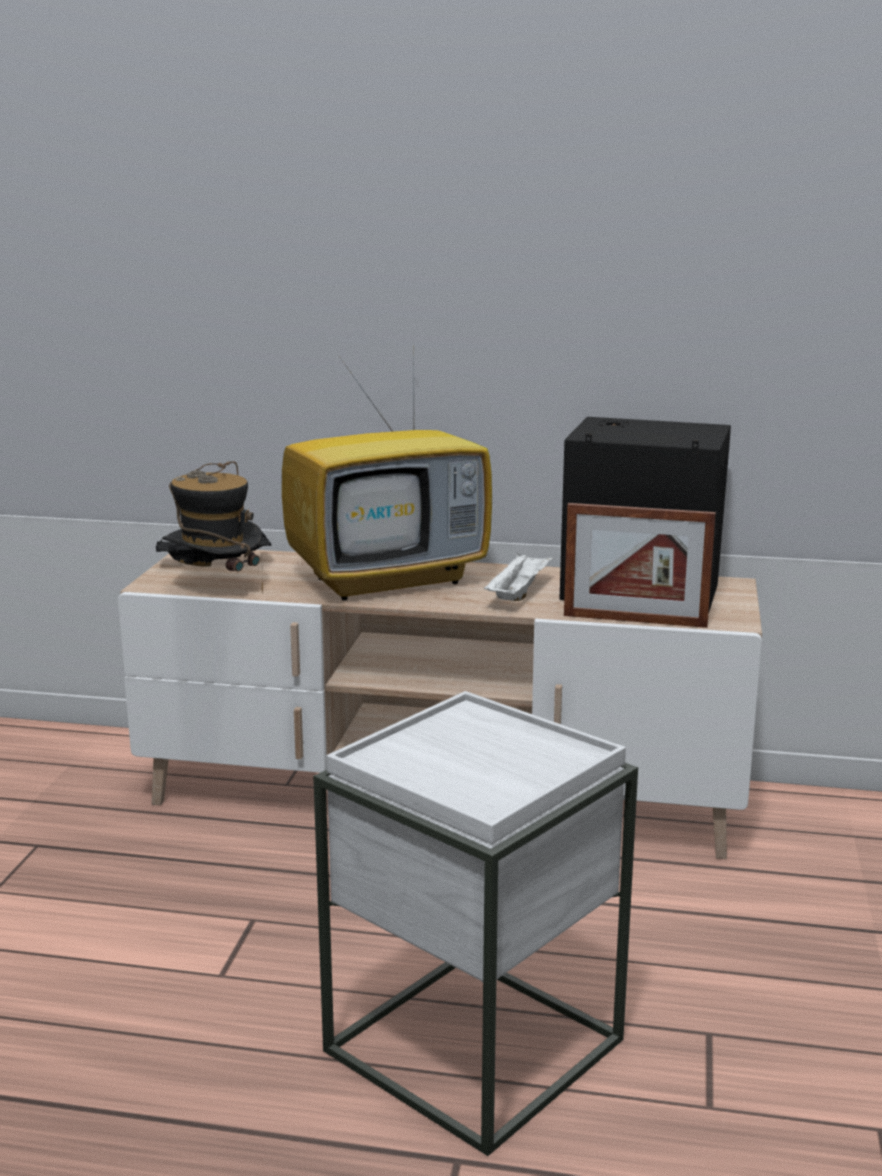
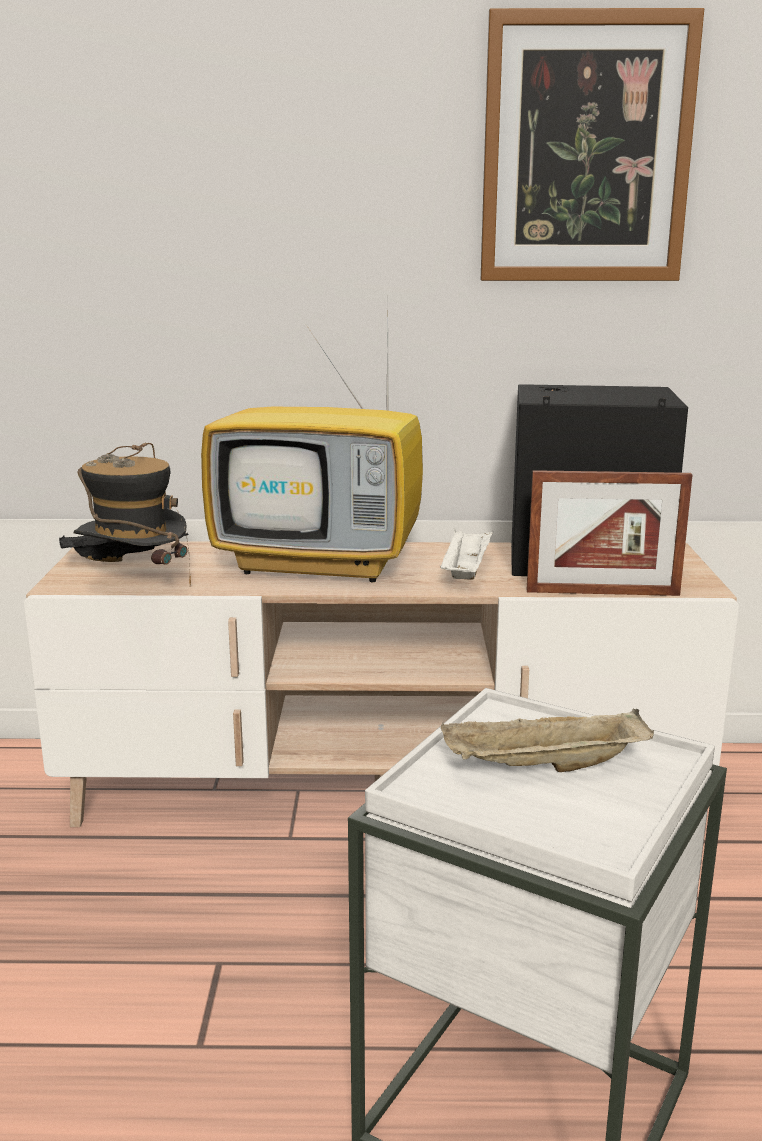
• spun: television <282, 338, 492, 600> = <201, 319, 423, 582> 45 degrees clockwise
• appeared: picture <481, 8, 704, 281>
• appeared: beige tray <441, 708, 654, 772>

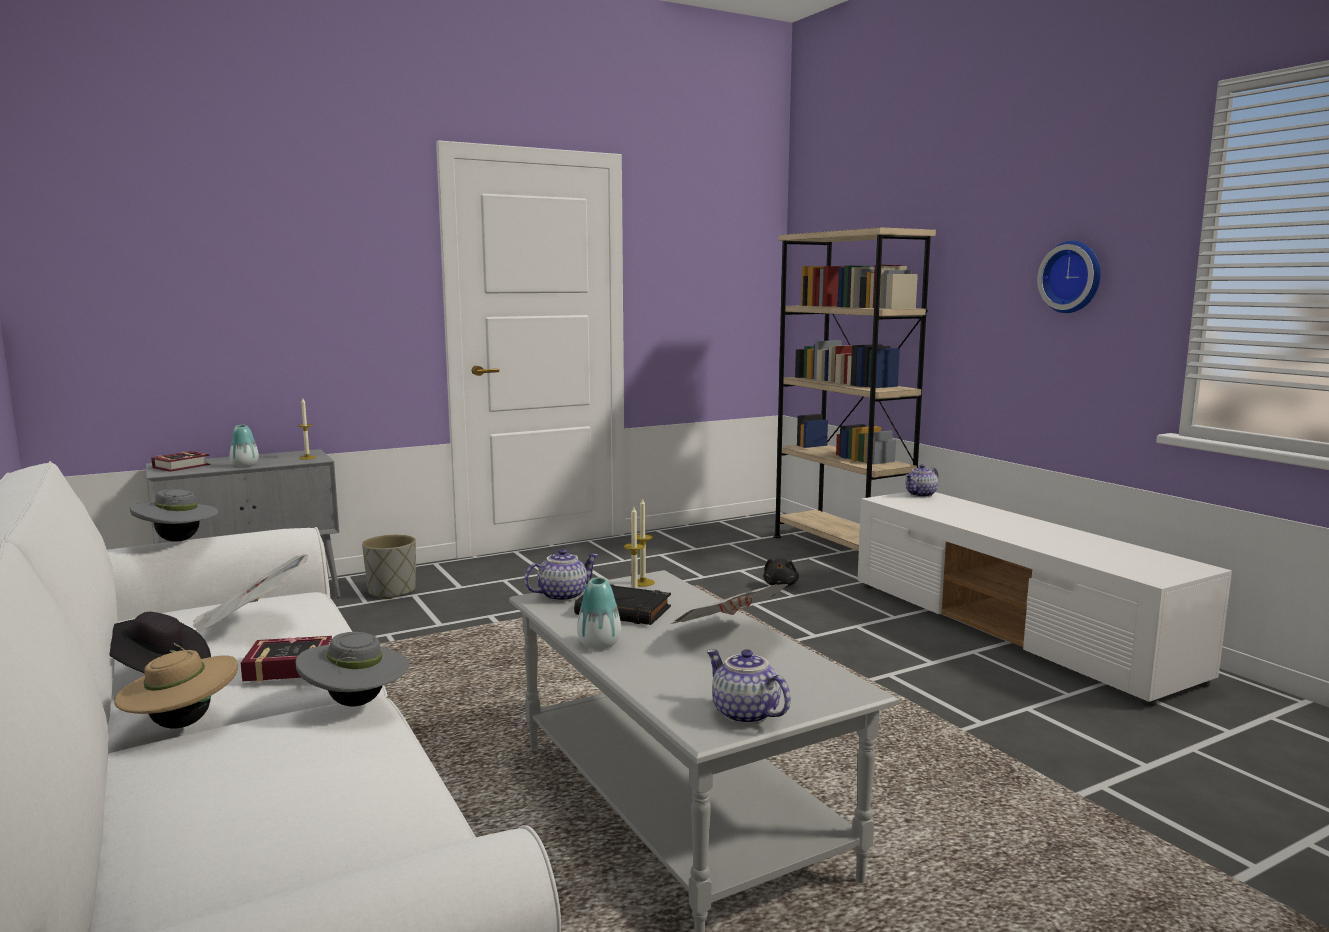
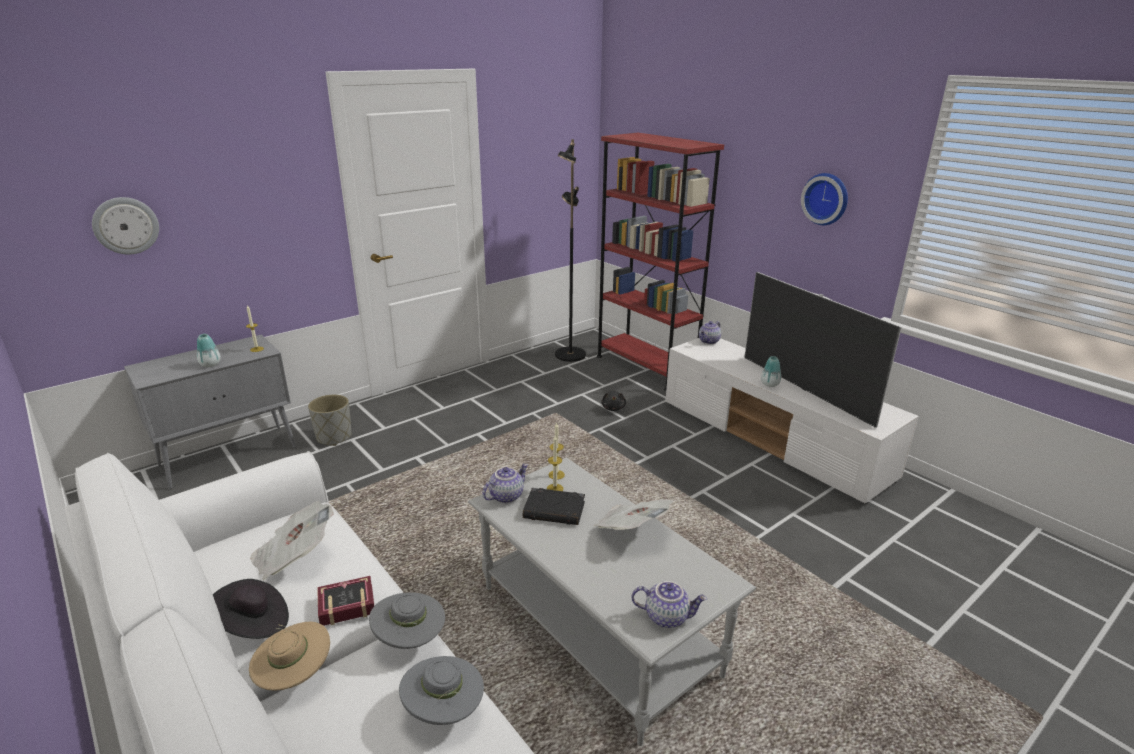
• colour: beige bookcase <774, 227, 936, 551> to red bookcase <597, 133, 724, 391>
• missing: book <151, 451, 210, 472>
• relocated: grey hat <130, 489, 219, 542> to <399, 656, 484, 725>
• relocated: vase <577, 577, 621, 649> to <761, 356, 781, 387>
• spun: teapot <707, 649, 791, 724> = <632, 581, 707, 628> 150 degrees clockwise
• appeared: black floor lamp <555, 139, 586, 362>
• appeared: wall clock <92, 197, 159, 254>
• appeared: television <744, 272, 902, 428>

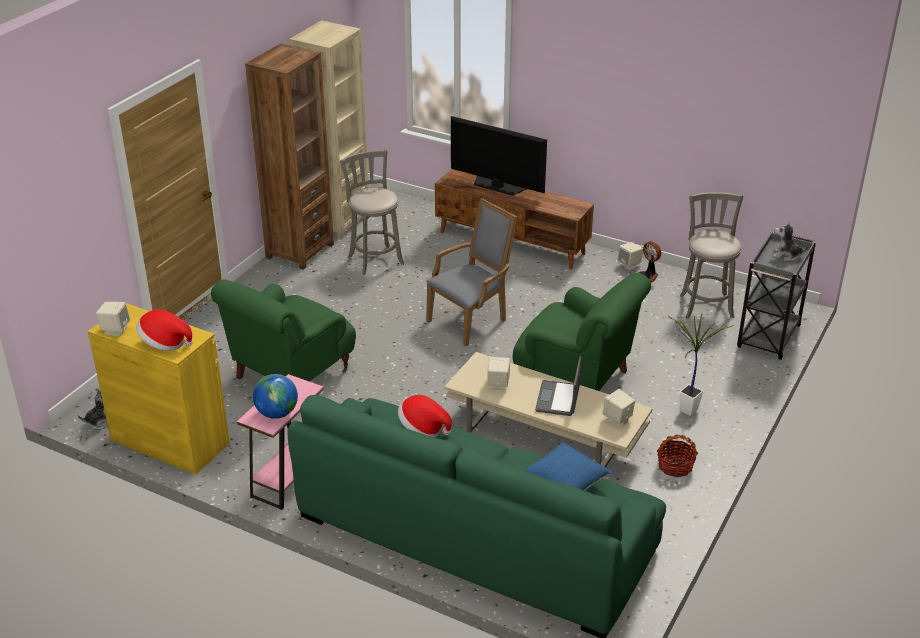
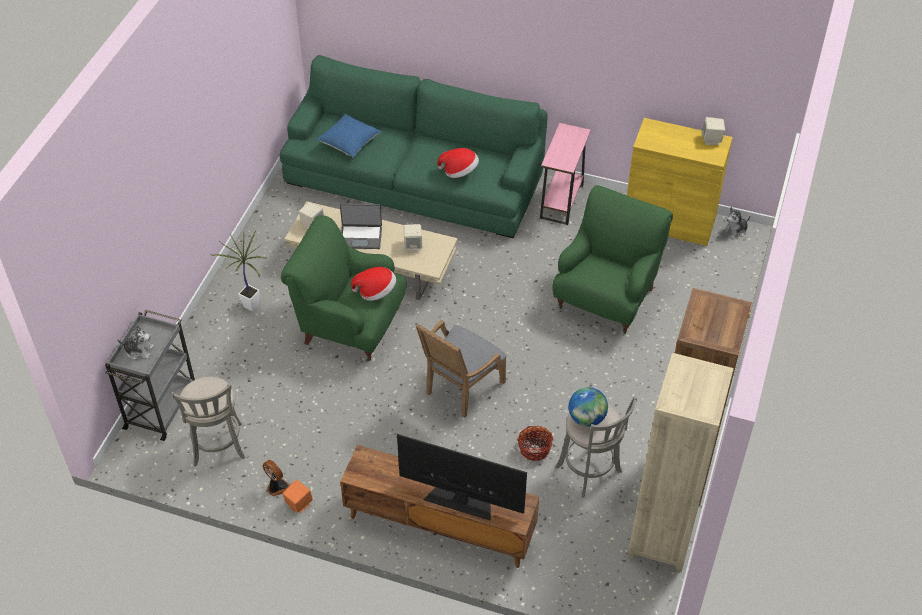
• colour: beige speaker <617, 242, 643, 270> to orange speaker <283, 479, 313, 513>
• relocated: hat <136, 309, 193, 351> to <351, 267, 396, 301>
• spun: laptop <535, 356, 582, 416> = <340, 203, 382, 249> 90 degrees clockwise
• relocated: globe <253, 374, 298, 419> to <569, 387, 608, 427>
• relocated: basket <657, 434, 698, 477> to <517, 426, 553, 461>

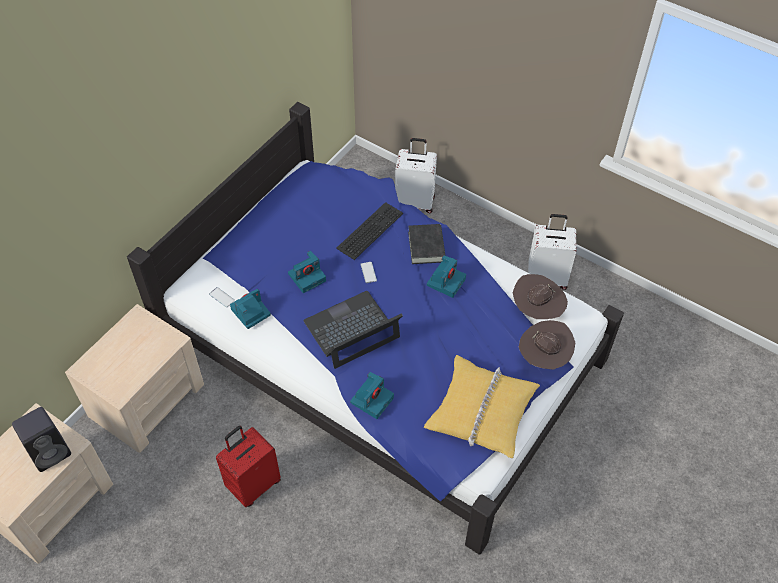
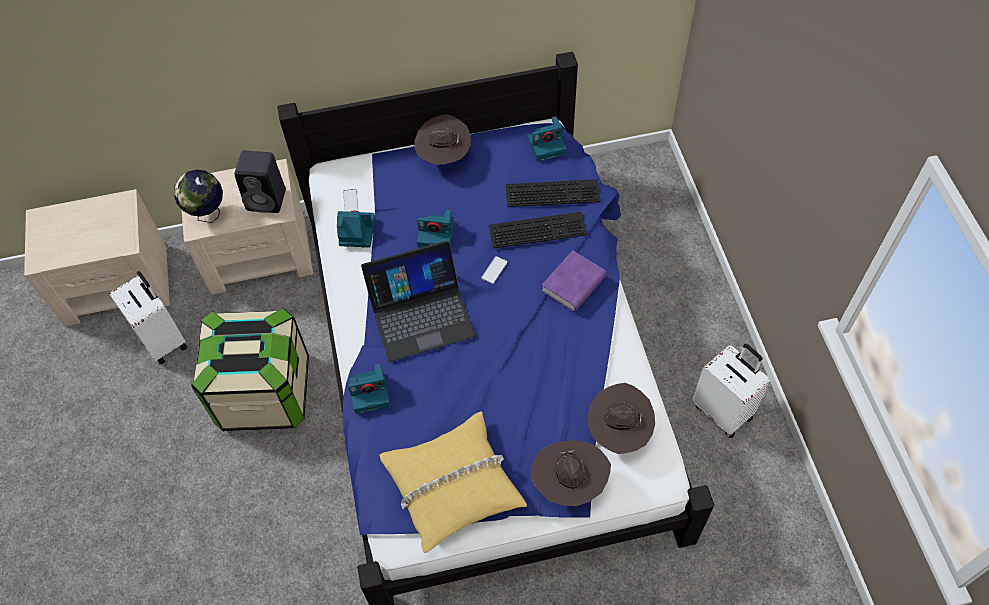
• relocated: white suitcase <395, 138, 437, 213> to <109, 271, 187, 365>
• colour: black book <408, 224, 446, 264> to purple book <542, 250, 606, 312>
• relocated: photo camera <427, 255, 466, 298> to <527, 116, 566, 162>
• spun: laptop <303, 291, 403, 369> = <361, 241, 475, 362> 150 degrees clockwise
• relocated: black speaker <12, 407, 71, 472> to <234, 151, 286, 213>
• exchanged: red suitcase <216, 426, 281, 507> to storage box <191, 308, 309, 431>
• appeared: brown hat <414, 114, 471, 165>
• appeared: globe <174, 170, 223, 223>
• appeared: keyboard <506, 179, 601, 207>

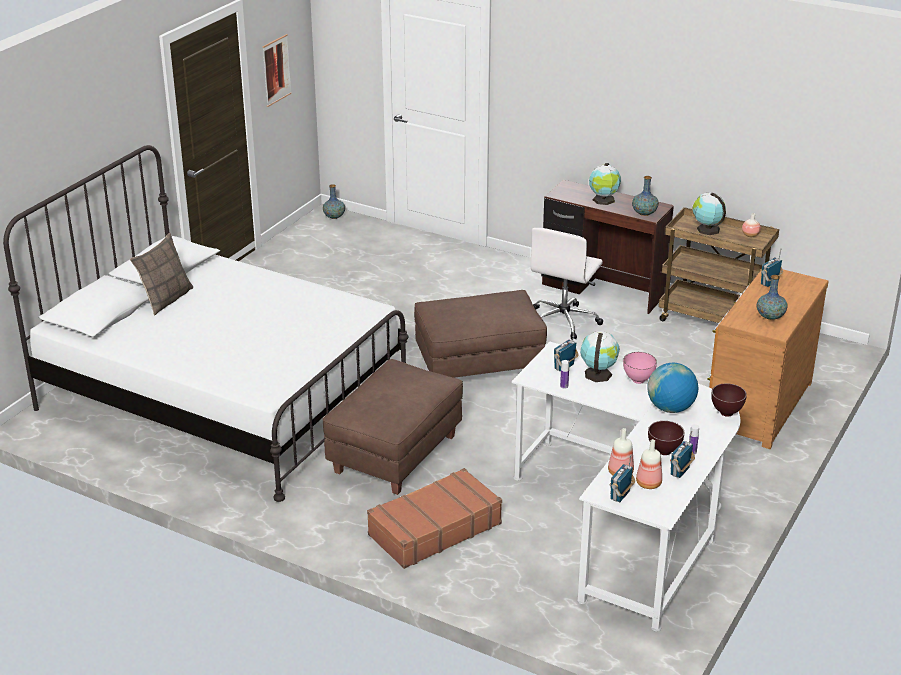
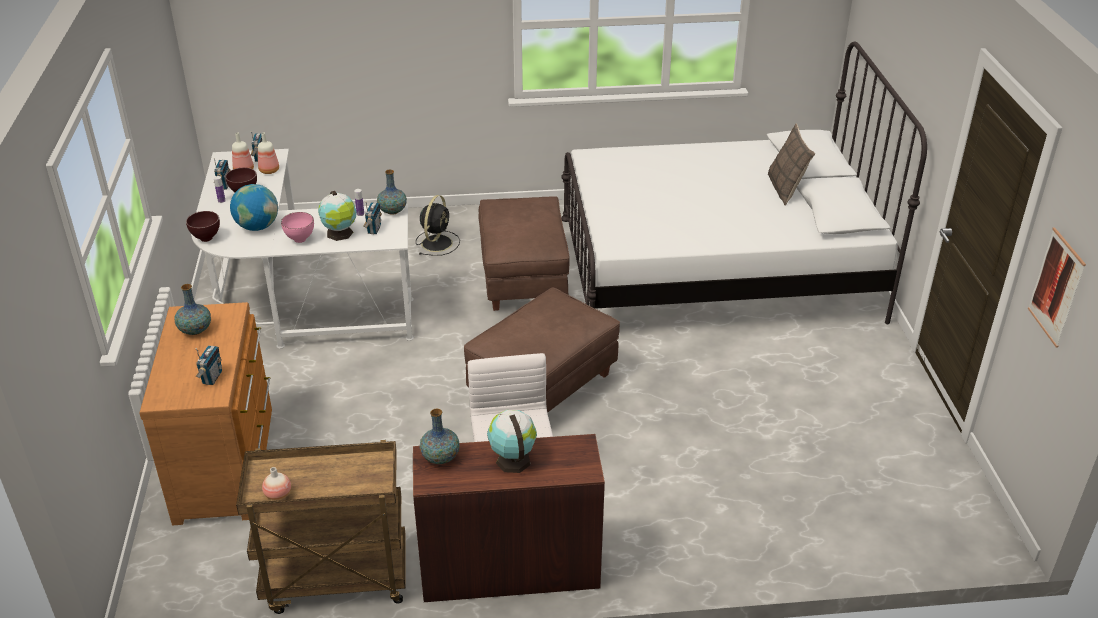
• relocated: vase <323, 184, 345, 219> to <377, 170, 407, 215>
• missing: globe <692, 192, 726, 235>
• exchanged: brown suitcase <367, 468, 502, 569> to black fan <416, 195, 460, 256>

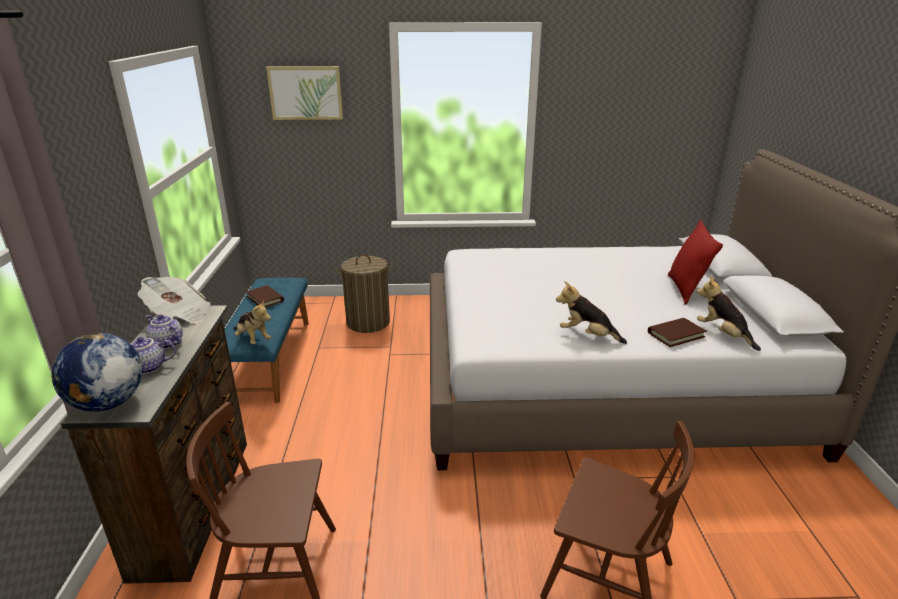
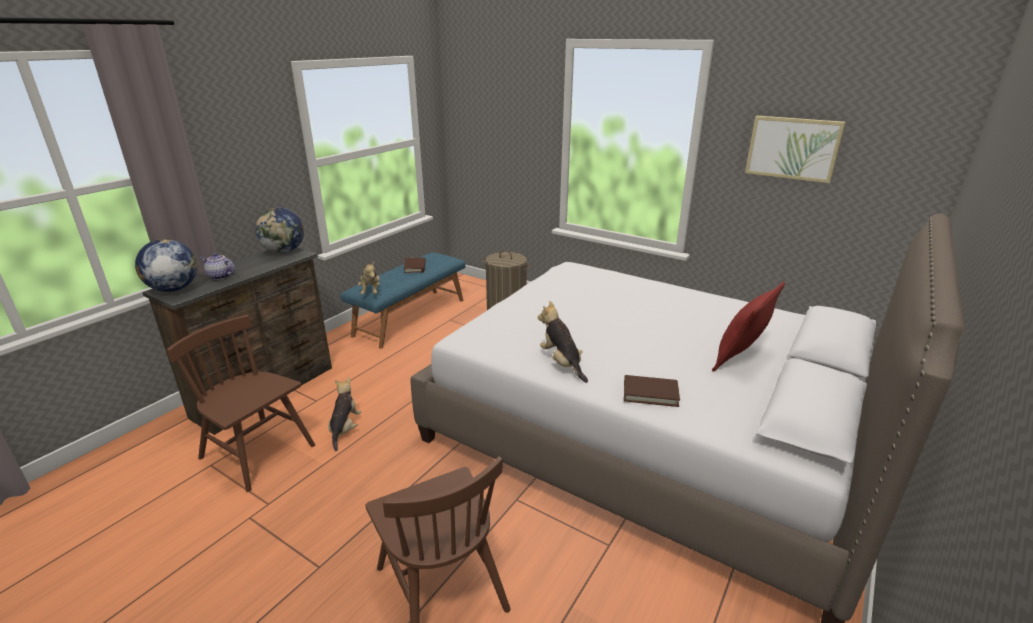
• relocated: picture <266, 66, 343, 120> to <745, 116, 845, 183>
• relocated: plush toy <697, 276, 761, 351> to <328, 377, 361, 451>
• exchanged: newspaper <138, 277, 211, 323> to globe <255, 208, 304, 253>
• missing: teapot <145, 315, 183, 349>

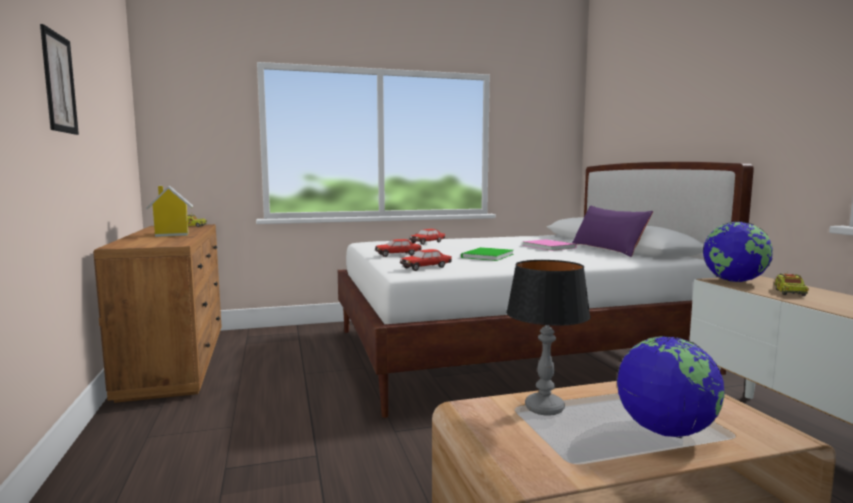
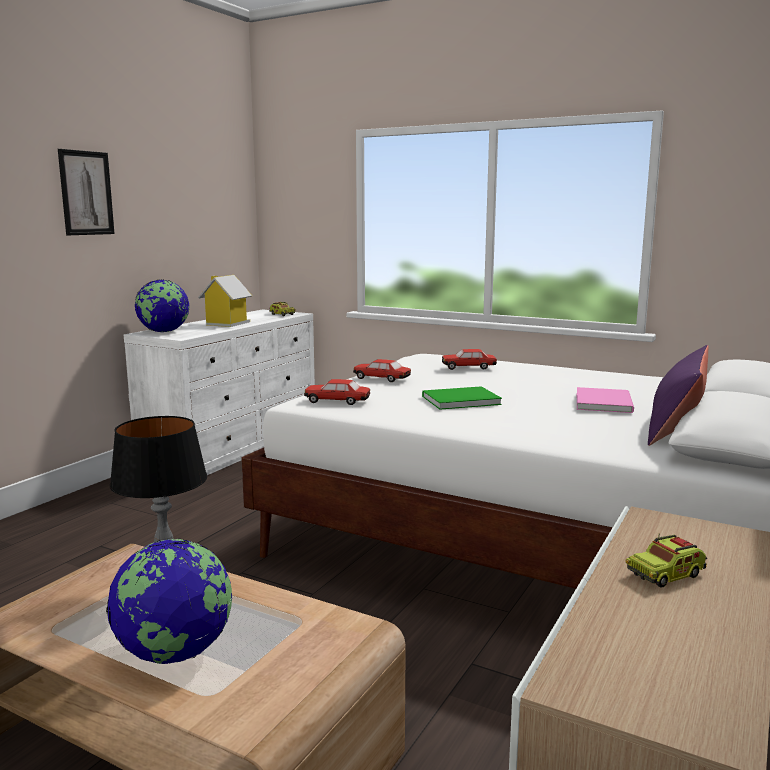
• relocated: globe <703, 221, 773, 282> to <135, 279, 189, 332>
• colour: brown dresser <93, 224, 222, 403> to white dresser <124, 309, 315, 475>

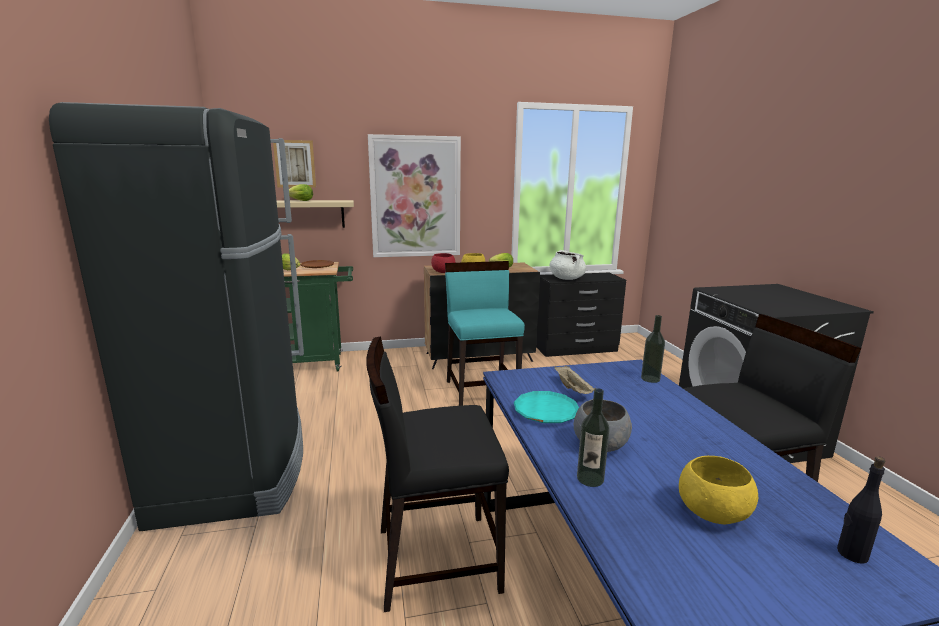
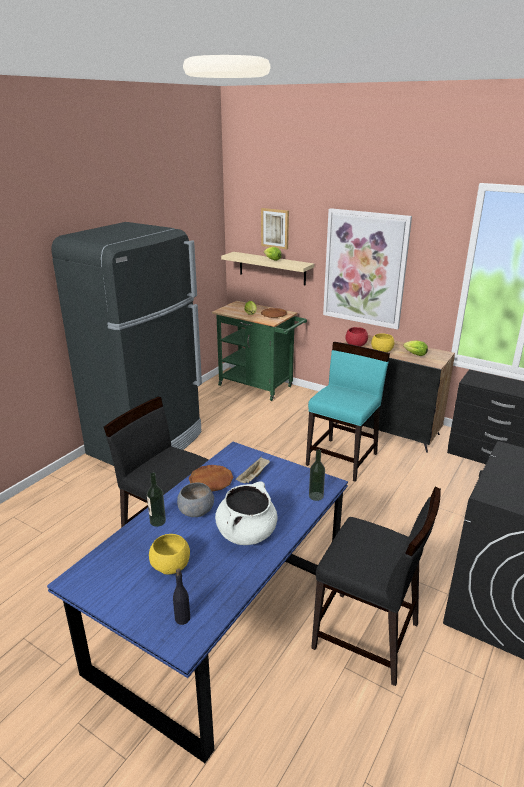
• relocated: white cooking pot <550, 250, 586, 280> to <215, 481, 277, 545>
• colour: turquoise plate <514, 391, 579, 423> to brown plate <189, 465, 234, 491>

